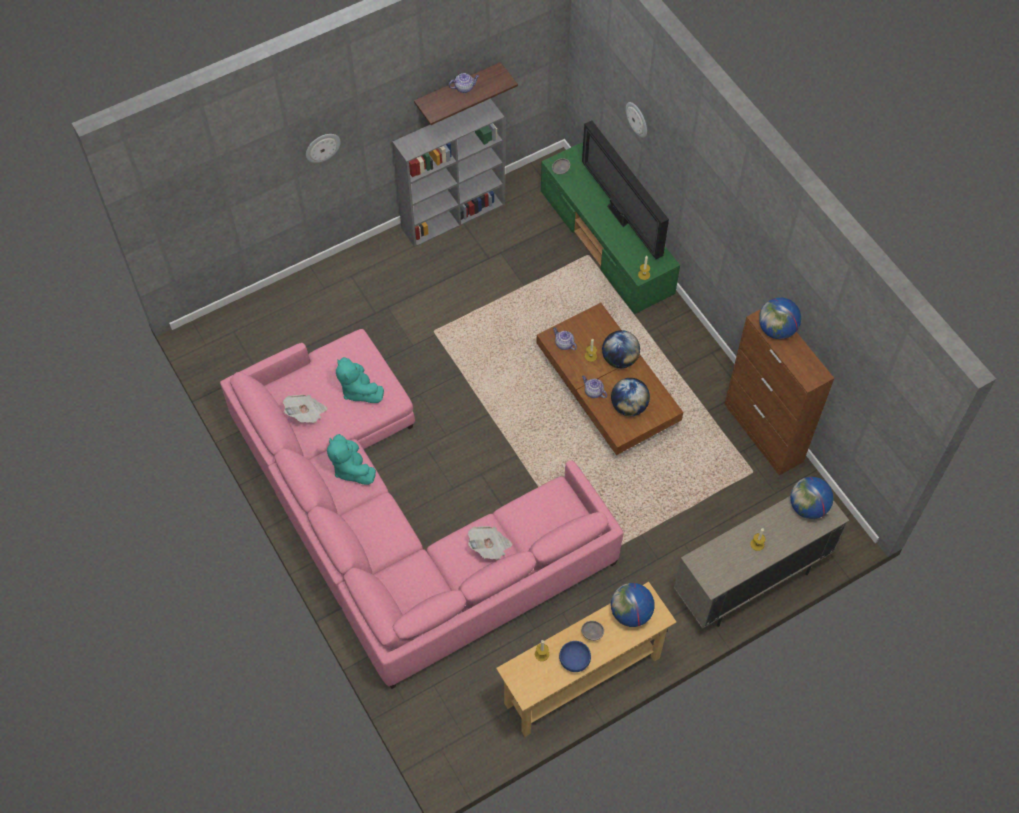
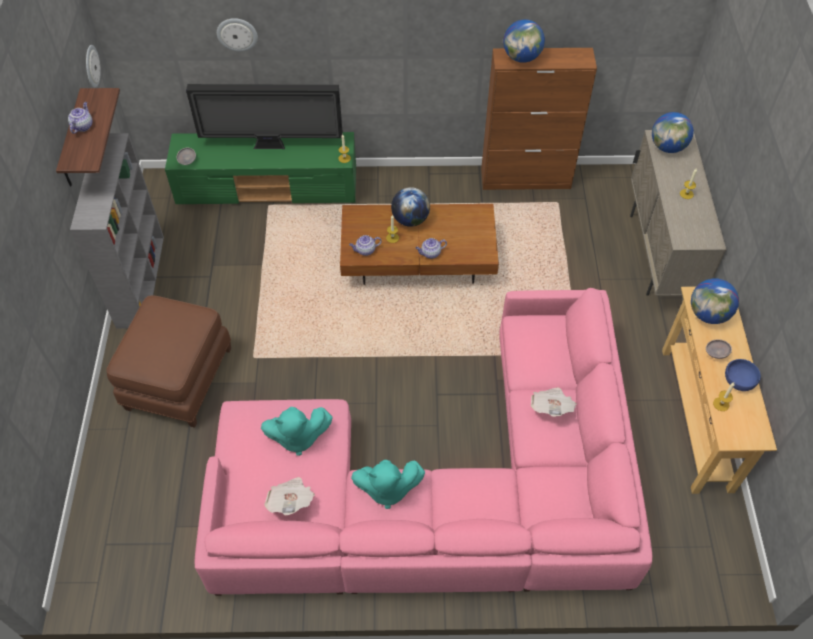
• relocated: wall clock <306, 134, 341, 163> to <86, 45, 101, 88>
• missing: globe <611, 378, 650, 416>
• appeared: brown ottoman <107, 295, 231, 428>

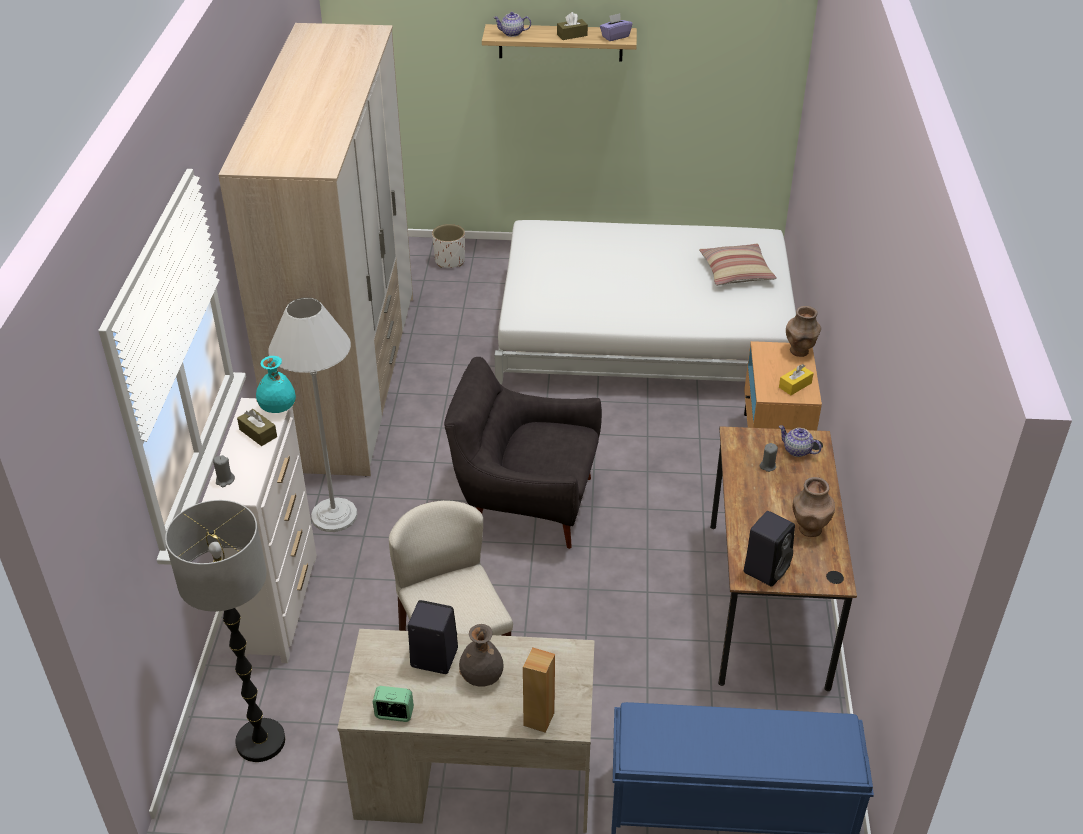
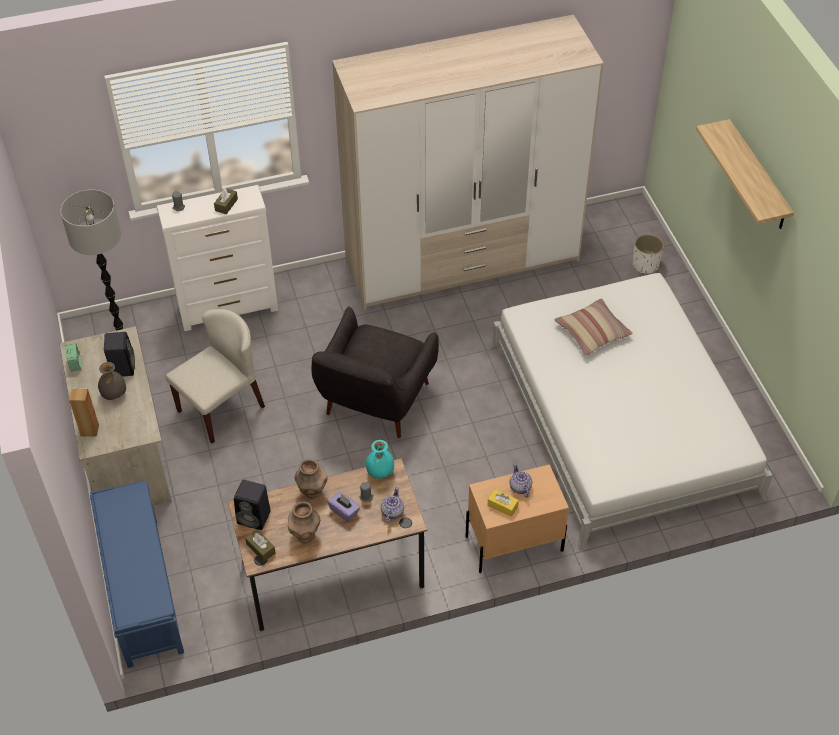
• relocated: teapot <493, 12, 531, 37> to <510, 464, 532, 498>
• relocated: brown tissue box <557, 12, 588, 40> to <245, 529, 275, 562>
• relocated: purple tissue box <600, 13, 632, 41> to <327, 492, 360, 522>
• relocated: pillow <699, 244, 777, 286> to <555, 298, 633, 355>
• missing: white floor lamp <268, 298, 358, 532>
• relocated: brown vase <786, 306, 821, 357> to <295, 459, 327, 498>
• relocated: turquoise vase <256, 356, 296, 413> to <366, 440, 394, 479>
• spun: grey armchair <444, 357, 602, 549> = <311, 307, 439, 438> 150 degrees counterclockwise

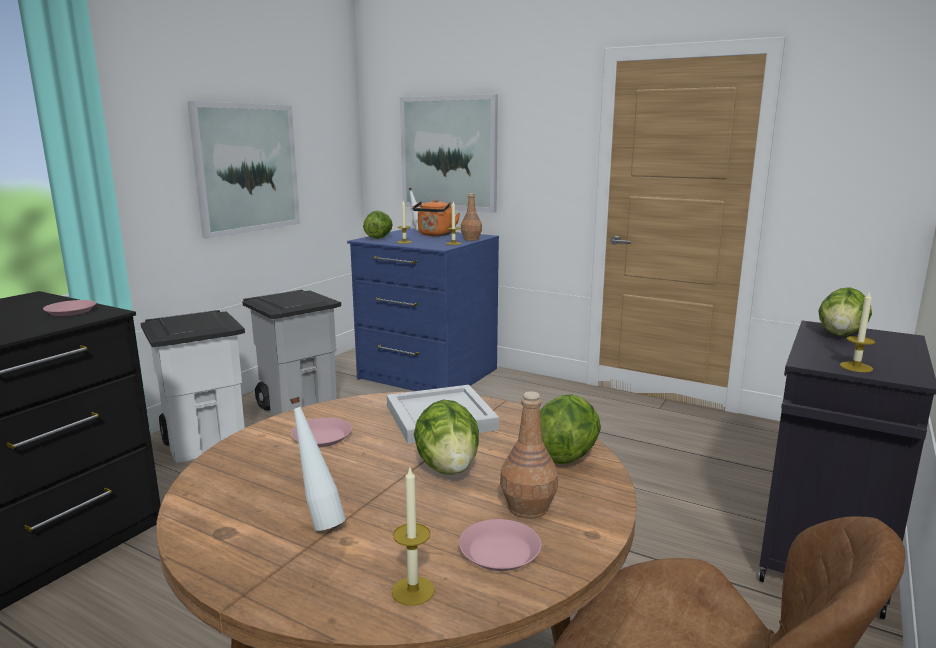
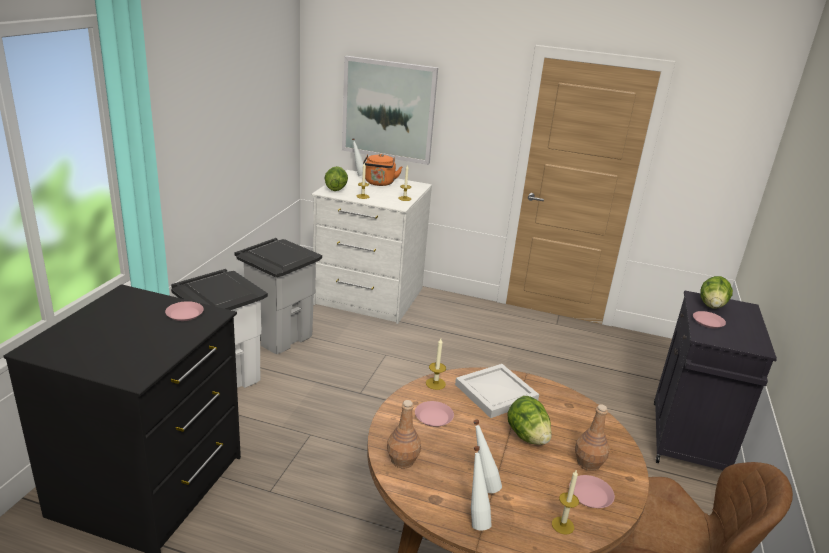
• missing: picture <187, 101, 300, 239>
• relocated: brown bottle <461, 193, 482, 241> to <387, 400, 421, 468>
• colour: blue dresser <347, 228, 499, 391> to white dresser <311, 170, 432, 324>
• relocated: candle <840, 290, 875, 372> to <426, 338, 446, 390>
• missing: lettuce <540, 394, 601, 464>
• appeared: pink plate <693, 311, 726, 328>
• appeared: white bottle <471, 446, 492, 530>

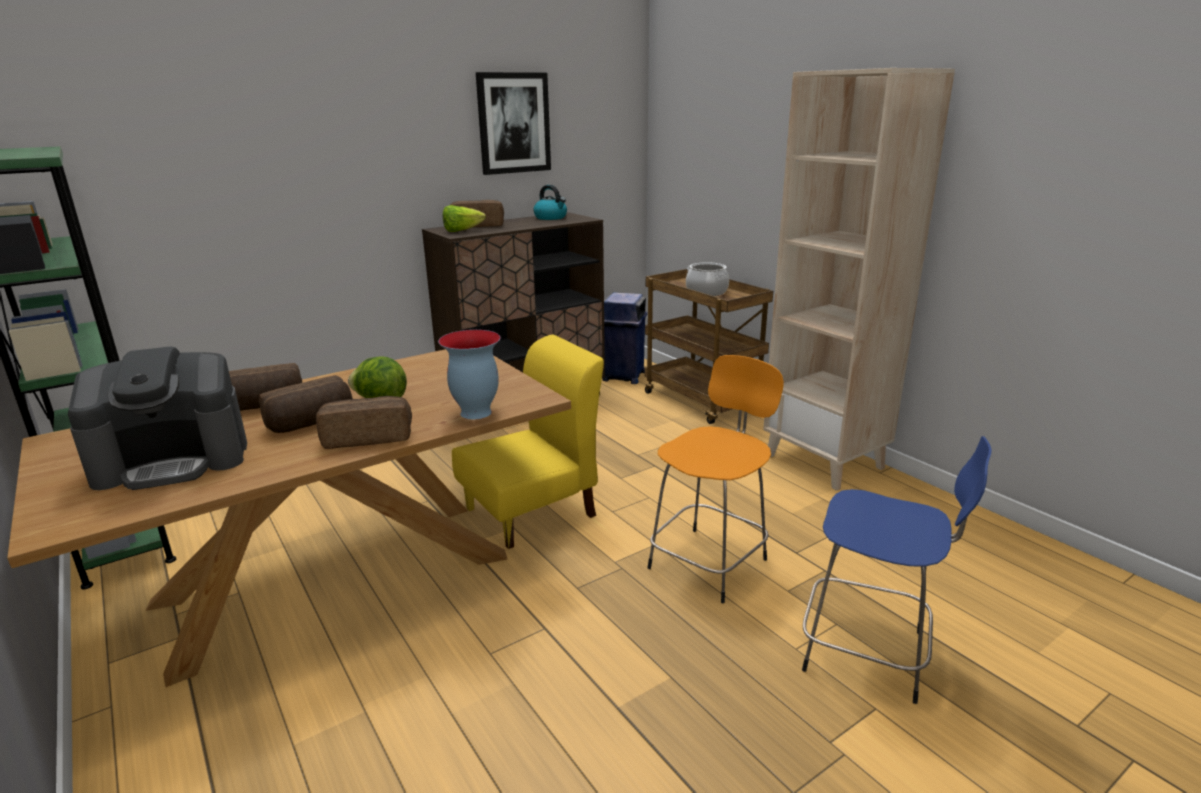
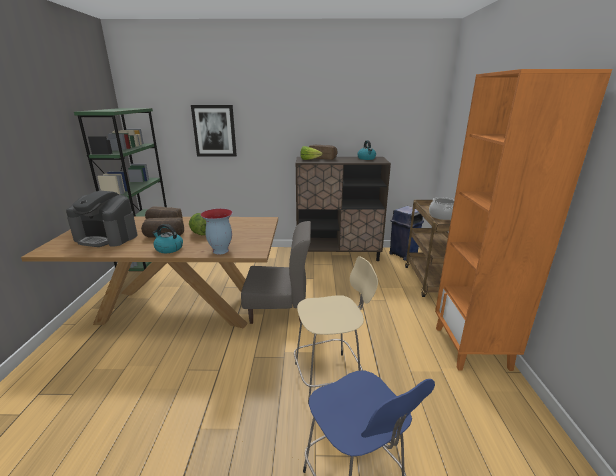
• colour: beige bookcase <763, 68, 955, 491> to orange bookcase <435, 69, 612, 371>
• relocated: picture <476, 72, 551, 175> to <191, 105, 237, 156>
• colour: yellow chair <452, 334, 604, 549> to grey chair <241, 221, 311, 324>
• colour: orange stool <648, 355, 784, 603> to beige stool <294, 256, 378, 404>
• exchanged: bread <316, 396, 412, 449> to kettle <152, 224, 183, 253>

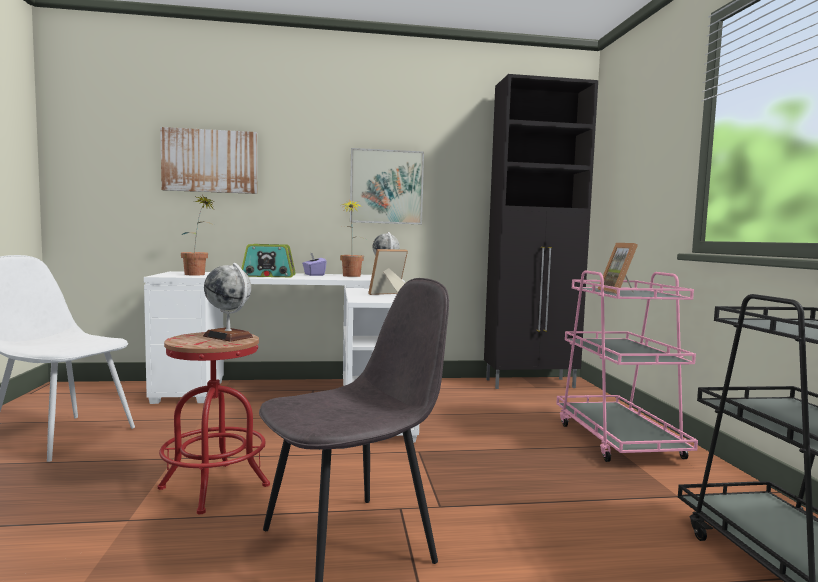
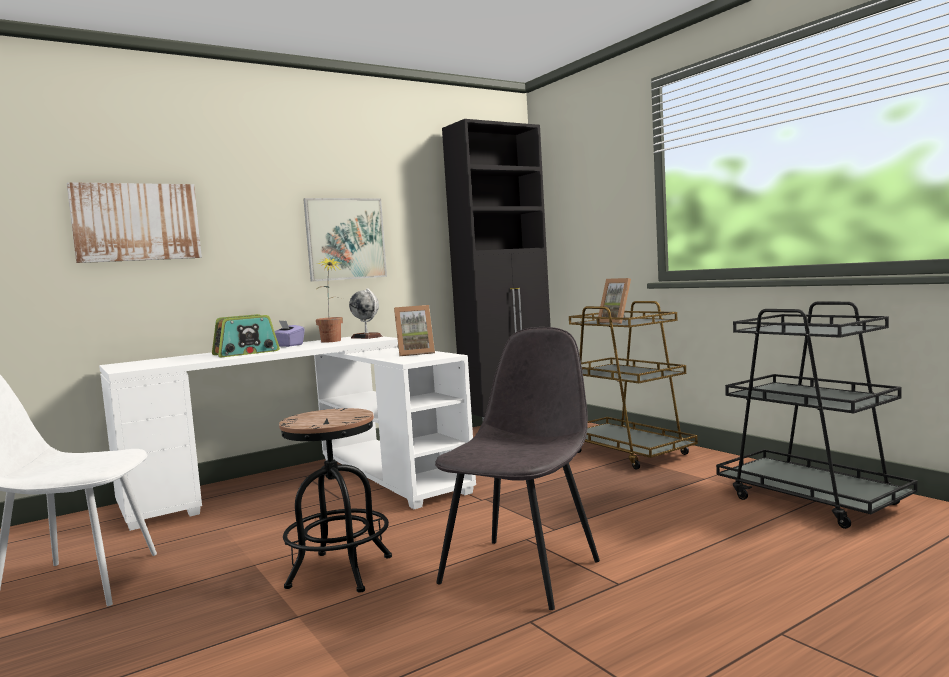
• missing: potted plant <181, 195, 215, 275>
• spun: picture frame <368, 249, 408, 295> = <394, 305, 435, 356> 135 degrees counterclockwise
• missing: globe <203, 263, 253, 342>
• colour: pink cart <556, 270, 698, 462> to brown cart <569, 301, 698, 470>
• colour: red stool <158, 332, 270, 515> to black stool <279, 408, 392, 593>

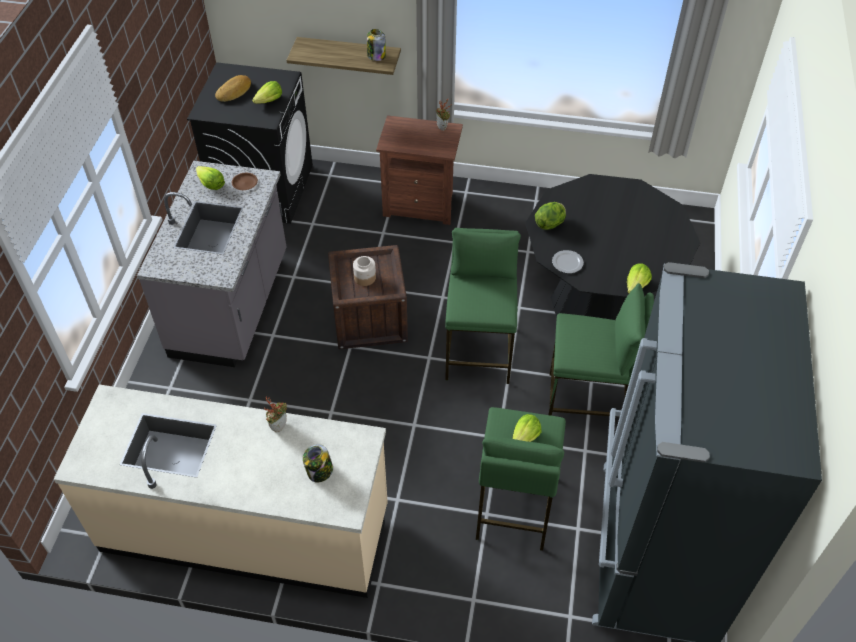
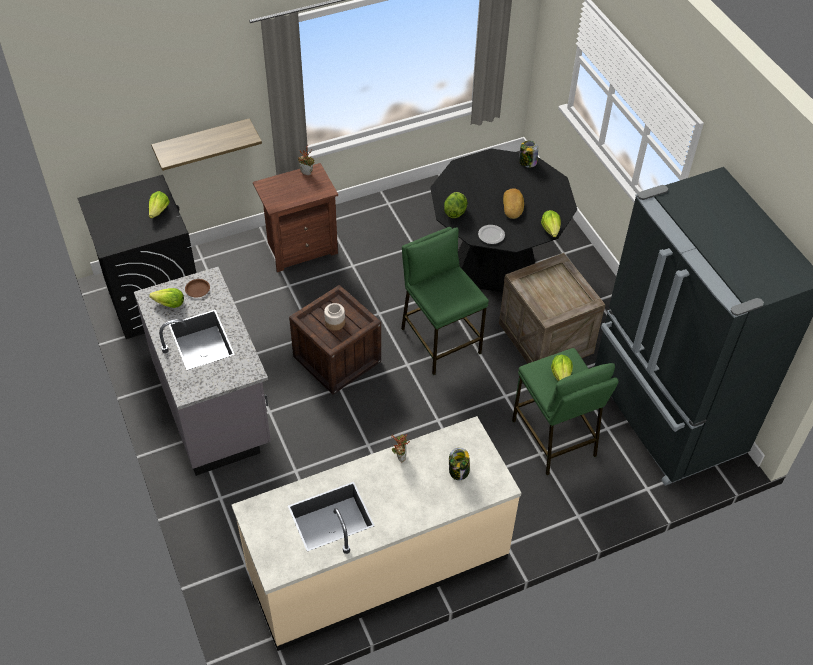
• relocated: jar <367, 29, 386, 61> to <519, 141, 538, 168>
• relocated: bread <215, 75, 251, 102> to <503, 188, 524, 219>
• exchanged: green stool <548, 283, 654, 417> to crate <499, 253, 605, 363>

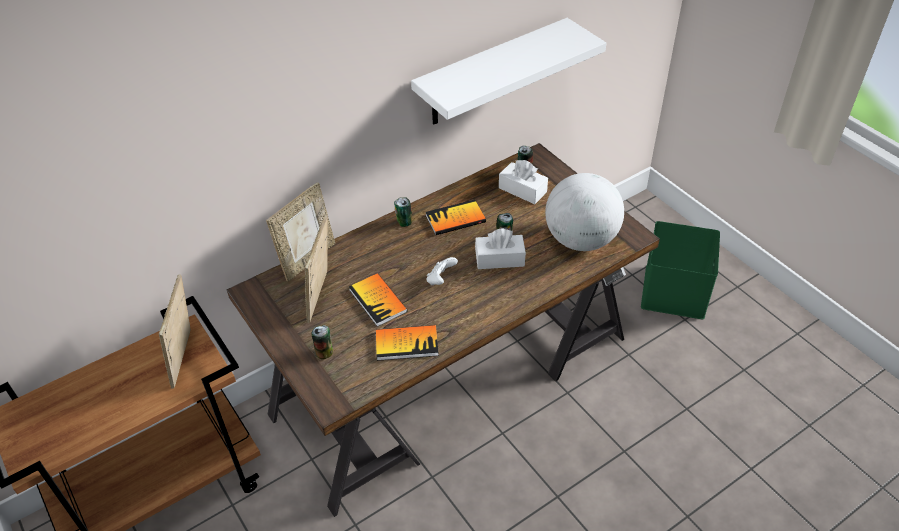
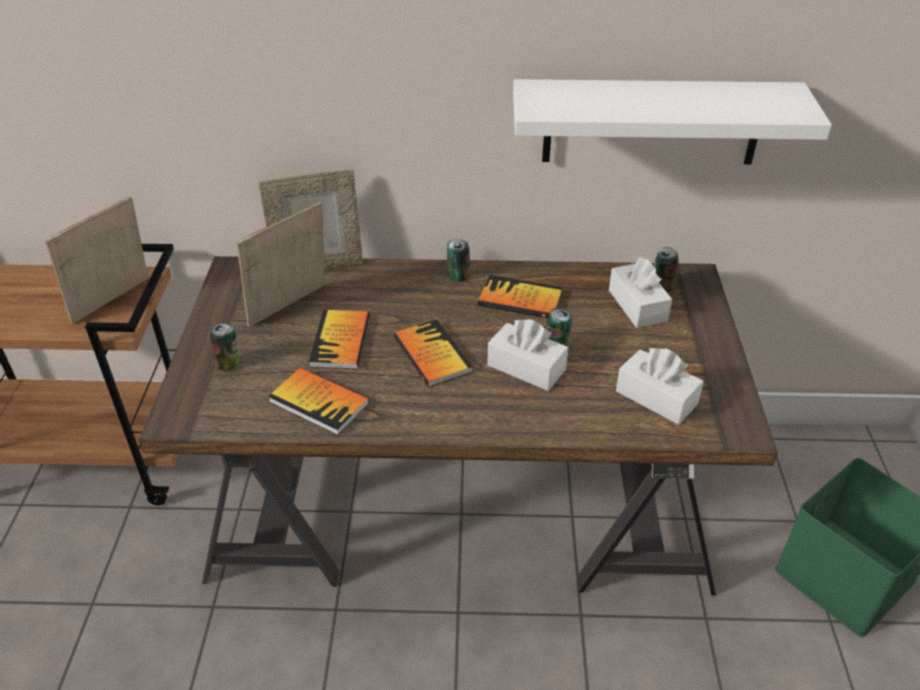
• exchanged: globe <545, 173, 624, 251> to white tissue box <616, 348, 704, 425>
• exchanged: white game controller <427, 257, 458, 285> to book <394, 319, 472, 387>

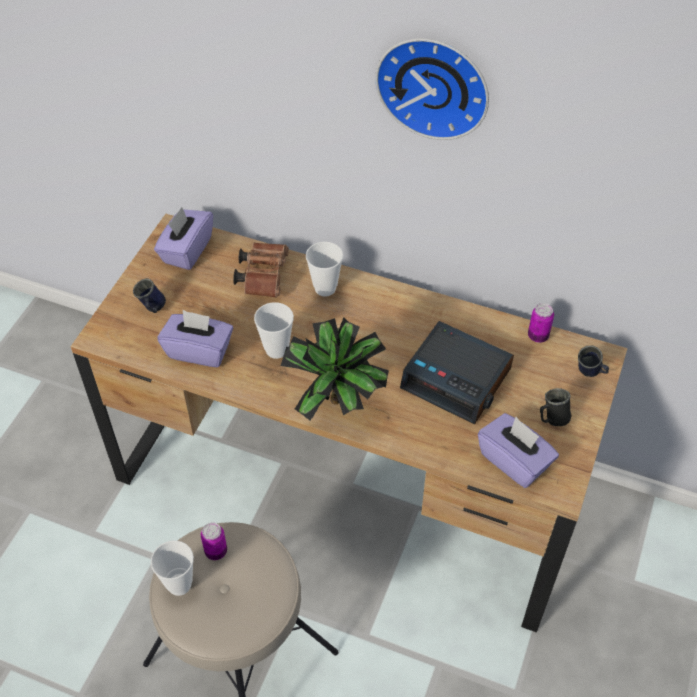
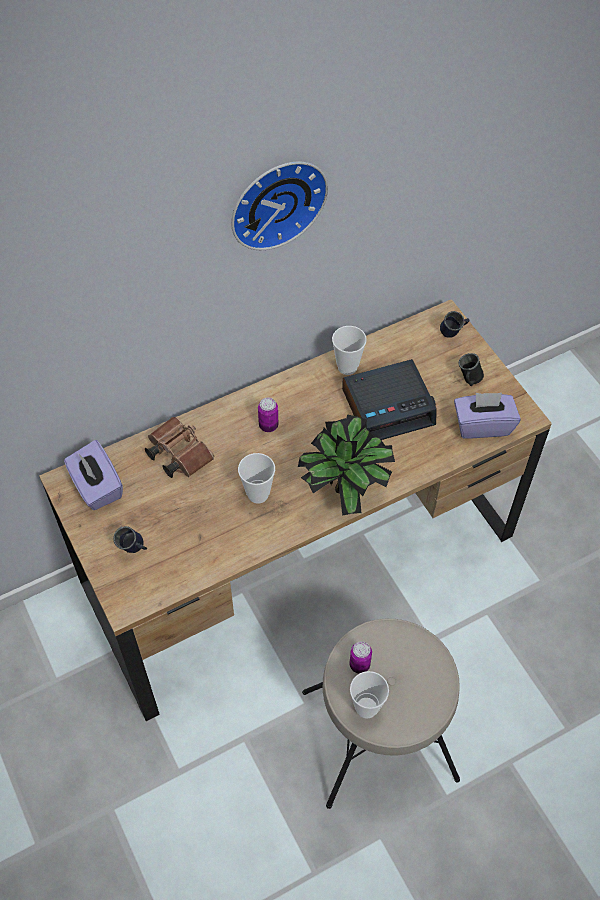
• relocated: cup <306, 242, 343, 297> to <332, 326, 367, 375>
• relocated: can <528, 303, 554, 343> to <258, 397, 278, 432>
• missing: purple tissue box <158, 310, 233, 367>

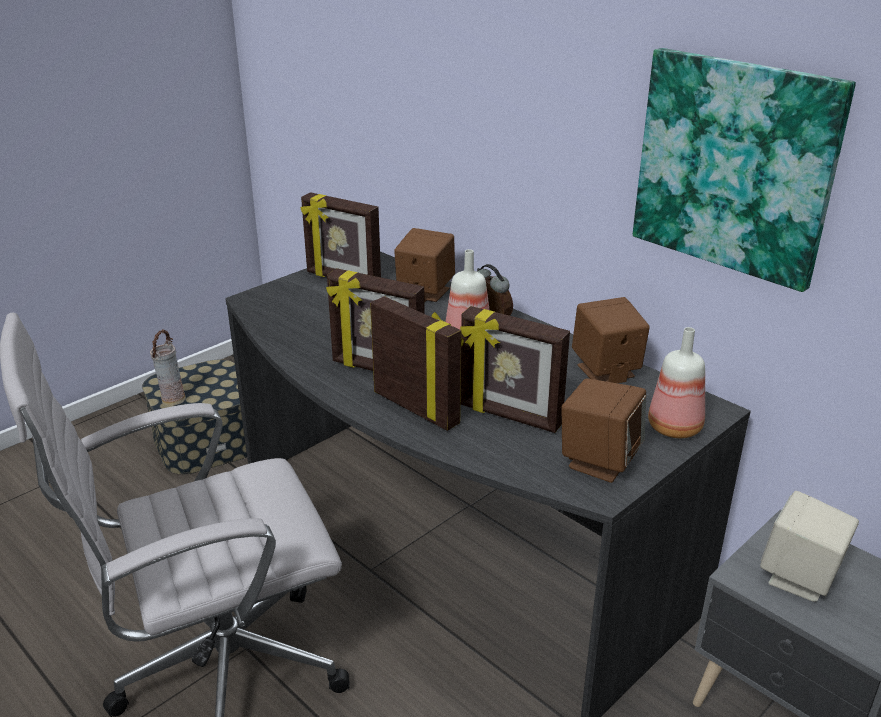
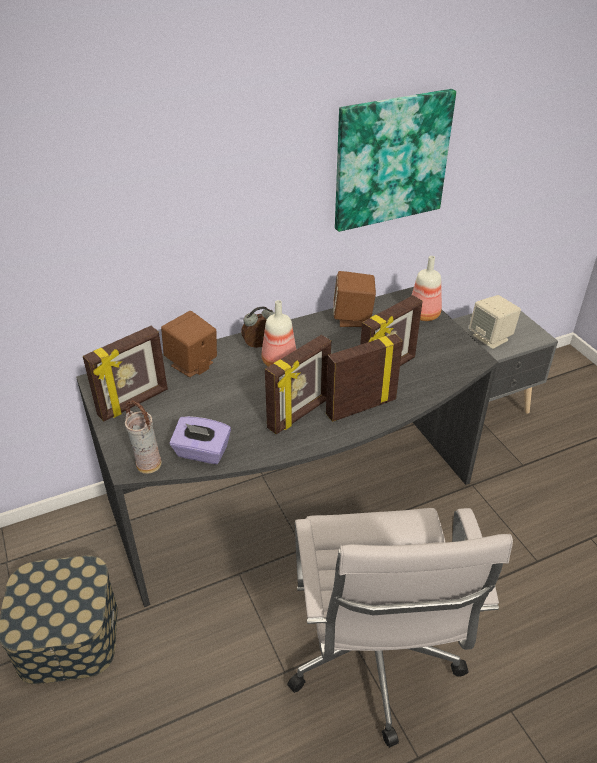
• relocated: vase <150, 329, 186, 406> to <125, 400, 162, 474>
• missing: brown speaker <562, 379, 646, 483>
• appeared: purple tissue box <170, 416, 231, 464>

